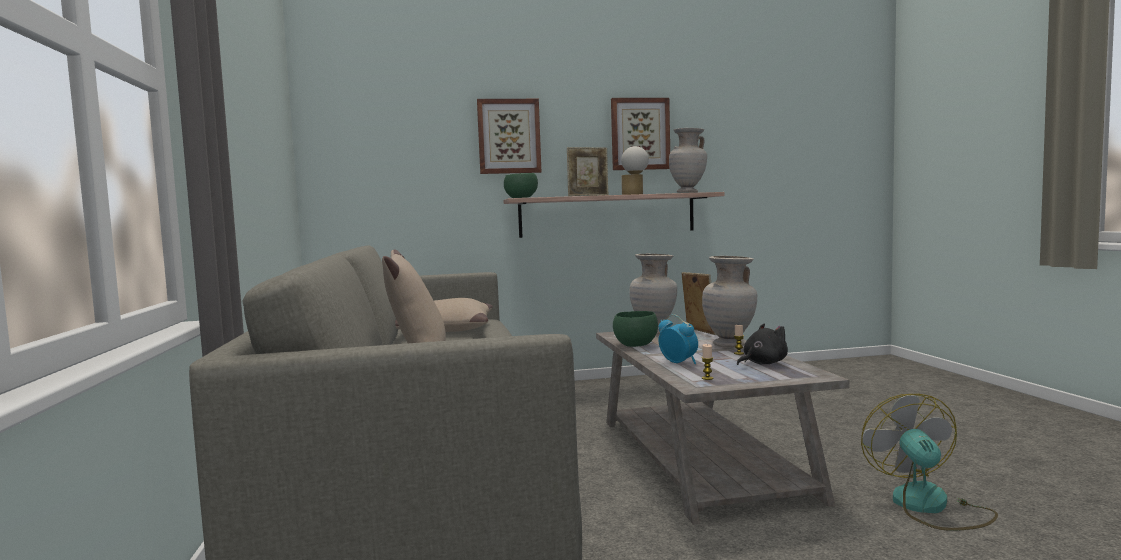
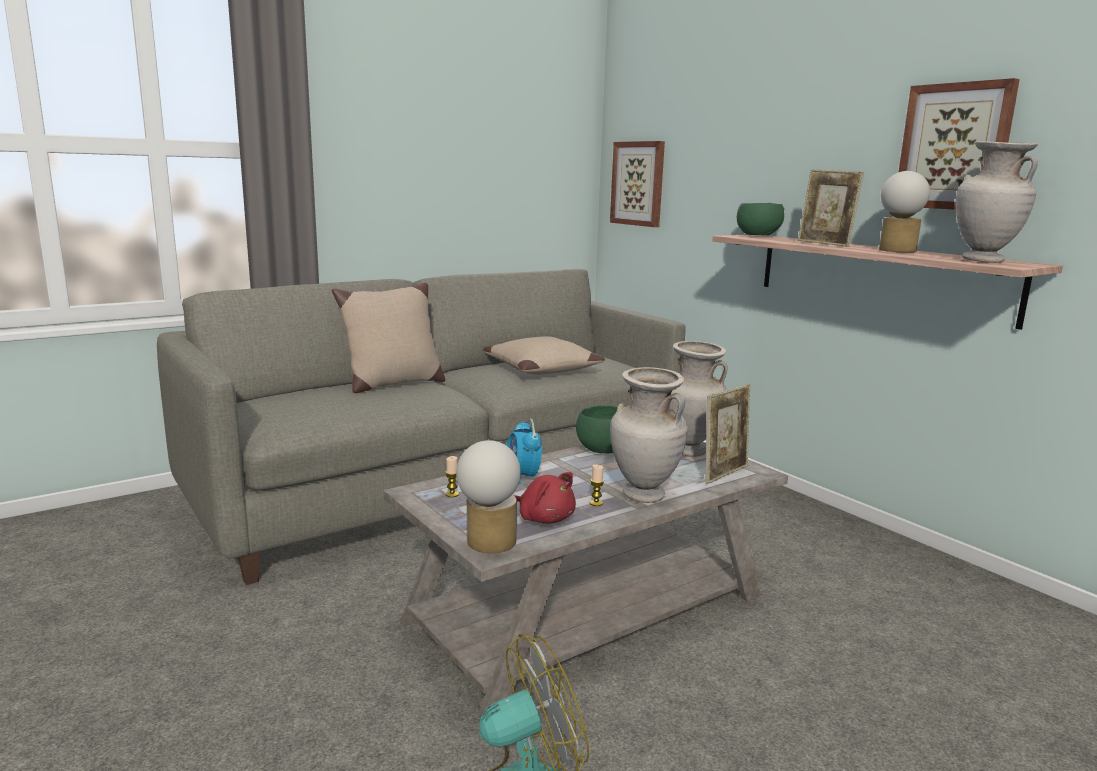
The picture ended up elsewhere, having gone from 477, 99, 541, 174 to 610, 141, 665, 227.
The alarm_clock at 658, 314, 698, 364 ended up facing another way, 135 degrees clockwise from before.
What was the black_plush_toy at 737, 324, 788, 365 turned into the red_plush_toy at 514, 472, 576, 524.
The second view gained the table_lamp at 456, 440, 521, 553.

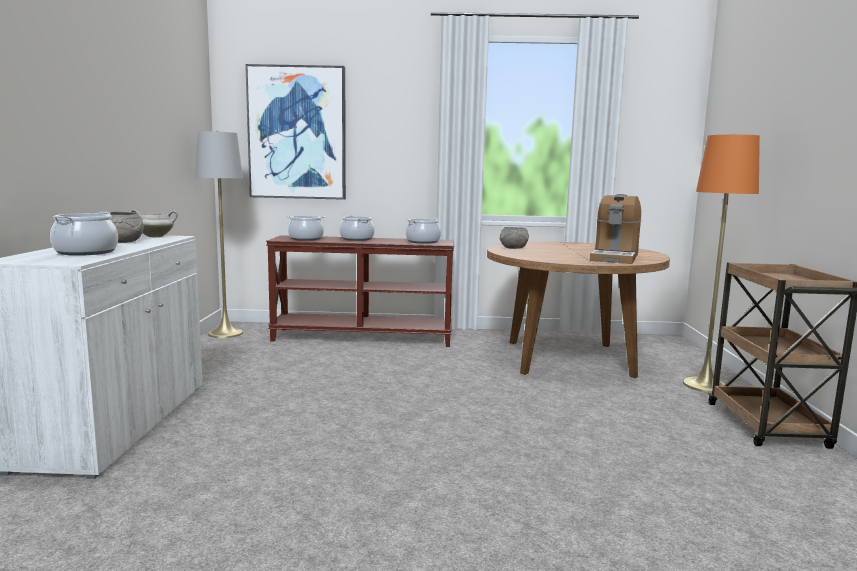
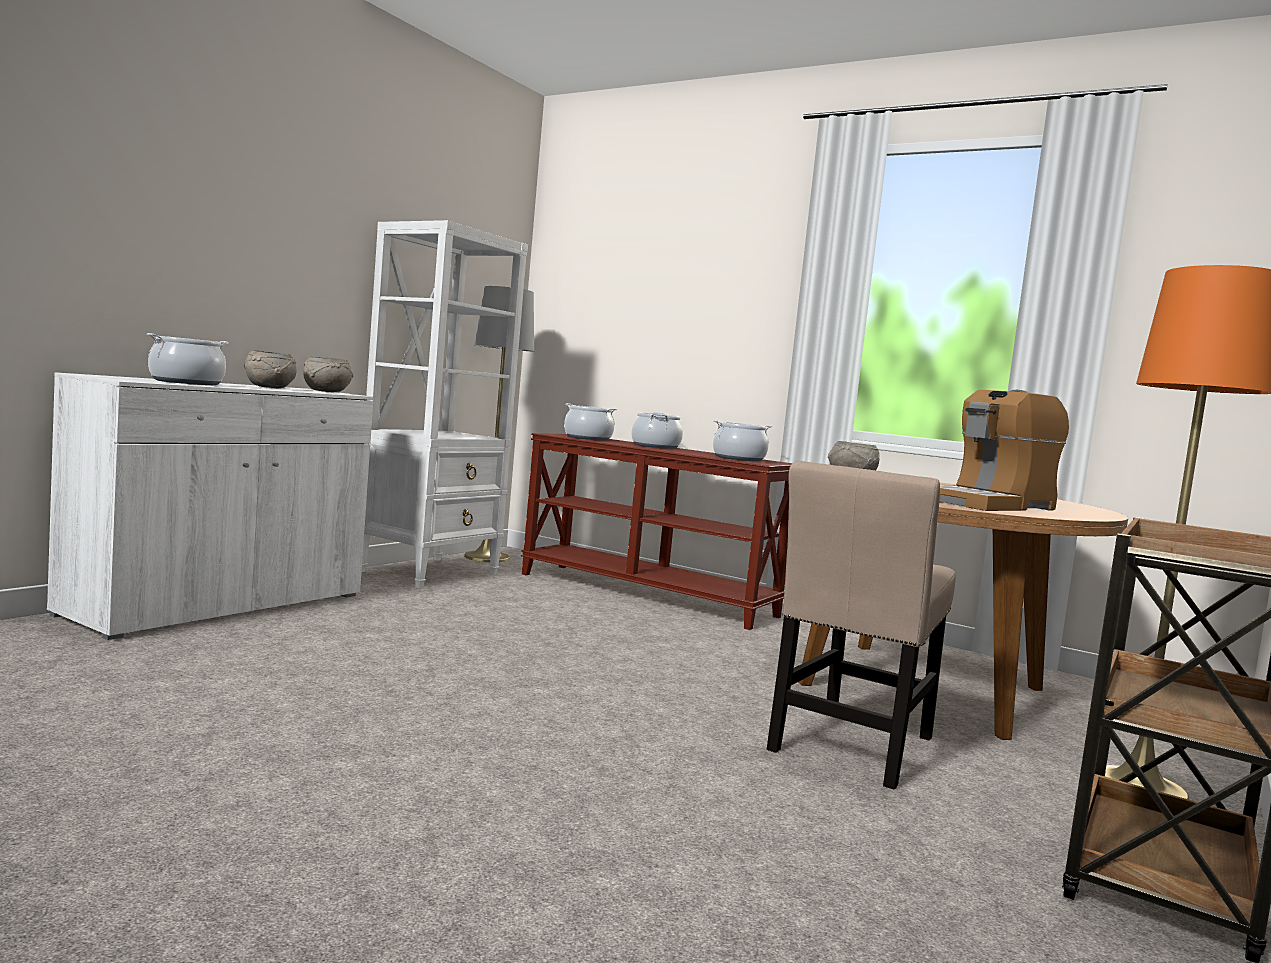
The second view lost the picture at 245, 64, 346, 200.
Where the white_cooking_pot stood at 130, 209, 178, 237, the grey_bowl came to stand at 303, 357, 354, 392.
The second view gained the white_bookcase at 362, 220, 528, 588.
The second view gained the beige_chair at 767, 461, 956, 790.

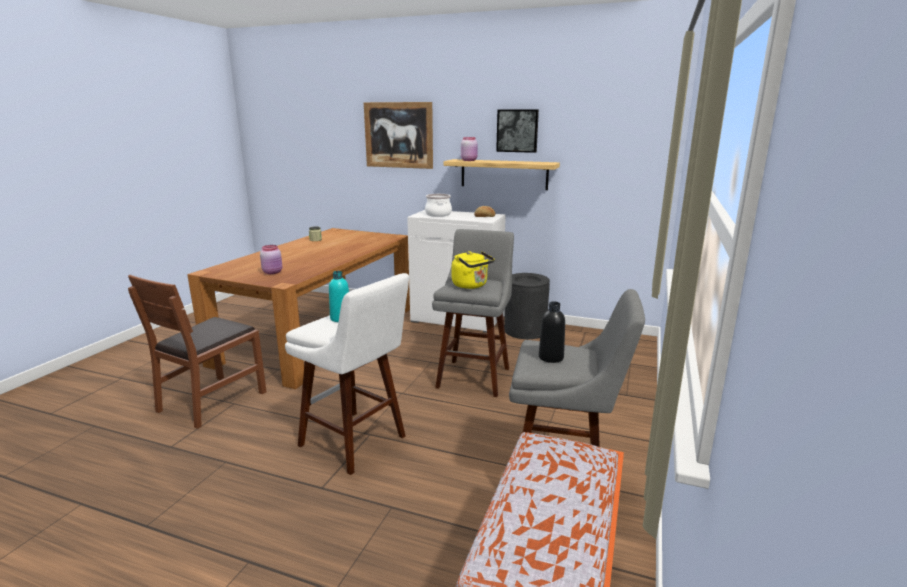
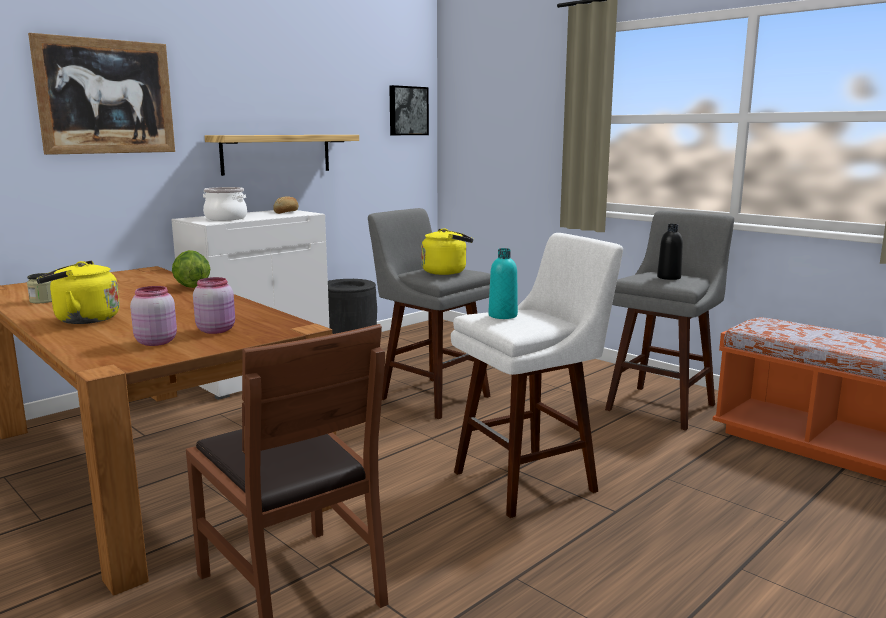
The picture ended up elsewhere, having gone from 496, 110, 539, 153 to 389, 85, 429, 135.
The pink_jar ended up elsewhere, having gone from 461, 137, 478, 161 to 130, 286, 177, 346.
The second view gained the lettuce at 172, 250, 210, 288.
The second view gained the yellow_kettle at 36, 261, 120, 324.

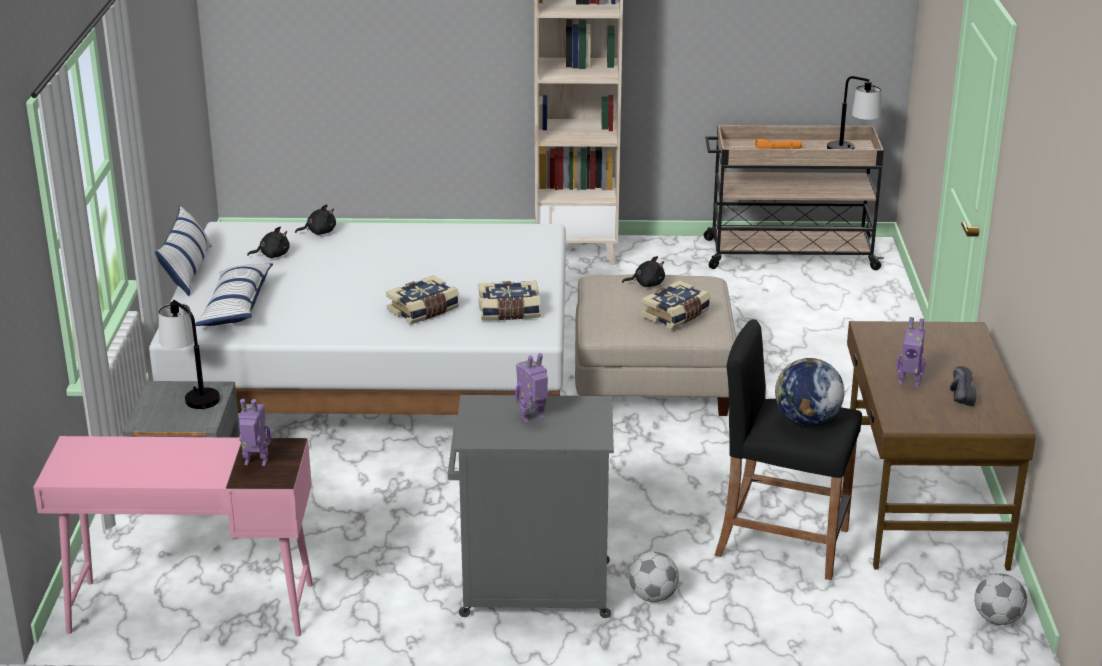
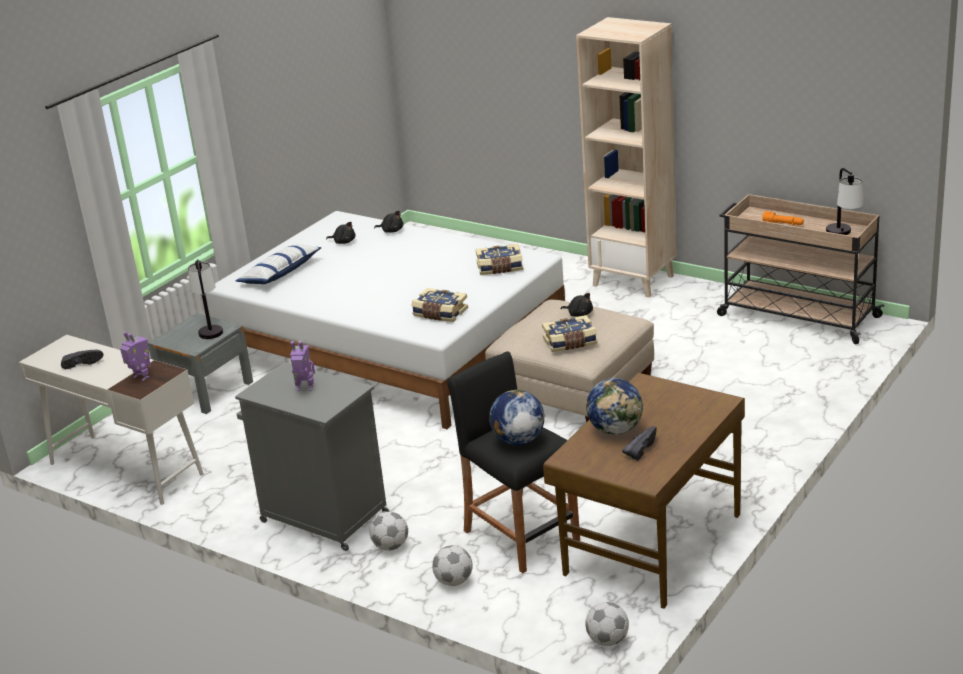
The second view lost the pillow at 155, 205, 212, 296.
The book ended up elsewhere, having gone from 386, 275, 459, 324 to 476, 244, 523, 275.
Where the toy_robot stood at 896, 317, 925, 388, the globe came to stand at 586, 378, 643, 435.
What was the pink_desk at 33, 436, 313, 637 turned into the white_desk at 19, 335, 204, 505.
The second view gained the black_shoe at 61, 350, 103, 369.
The second view gained the football at 432, 545, 473, 586.

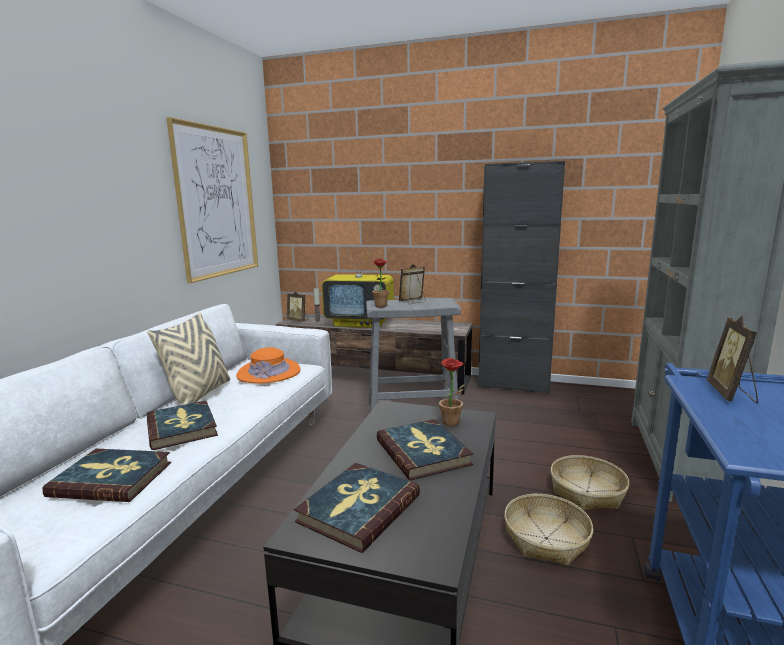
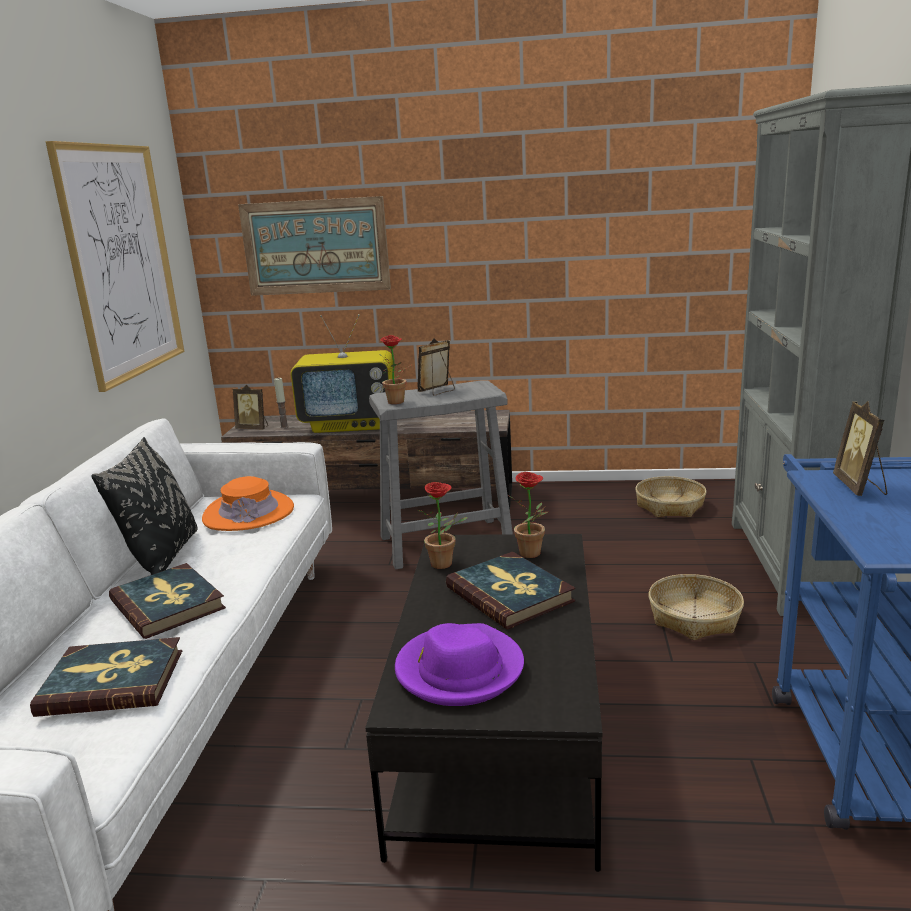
The second view lost the black_cabinet at 478, 161, 565, 394.
What was the beige_pillow at 147, 312, 230, 405 turned into the black_pillow at 91, 437, 198, 575.
Where the book stood at 294, 463, 420, 553, the purple_hat came to stand at 395, 623, 524, 706.
The basket ended up elsewhere, having gone from 504, 494, 593, 566 to 635, 476, 707, 517.
The second view gained the picture at 238, 196, 391, 296.
The second view gained the potted_plant at 418, 482, 468, 569.

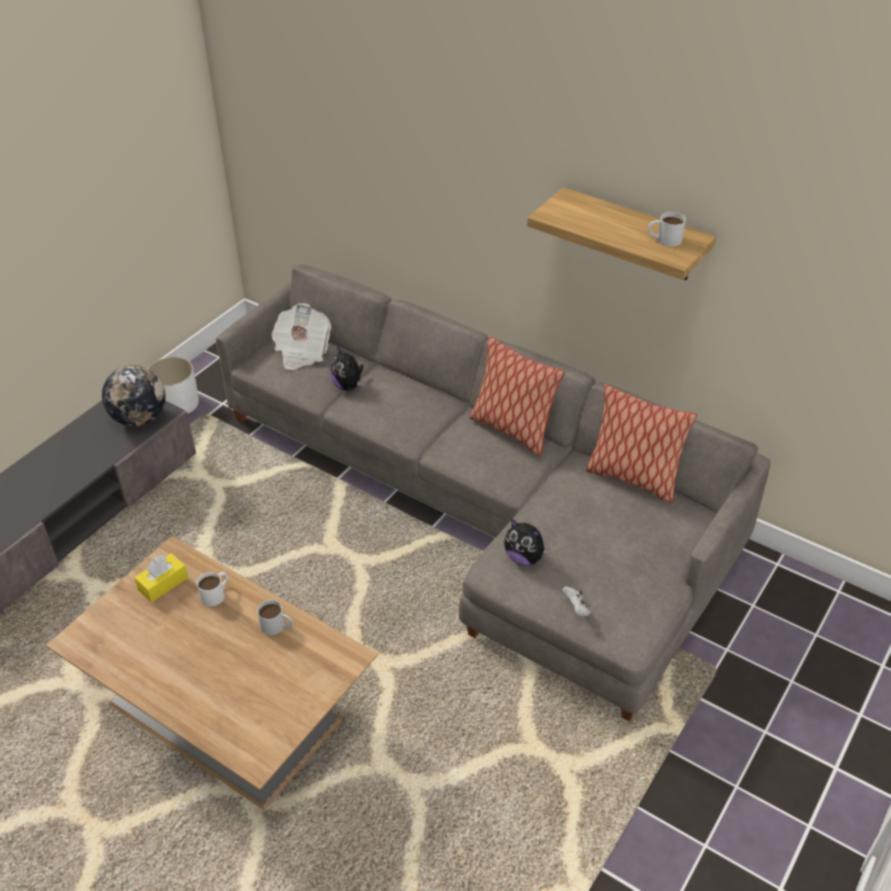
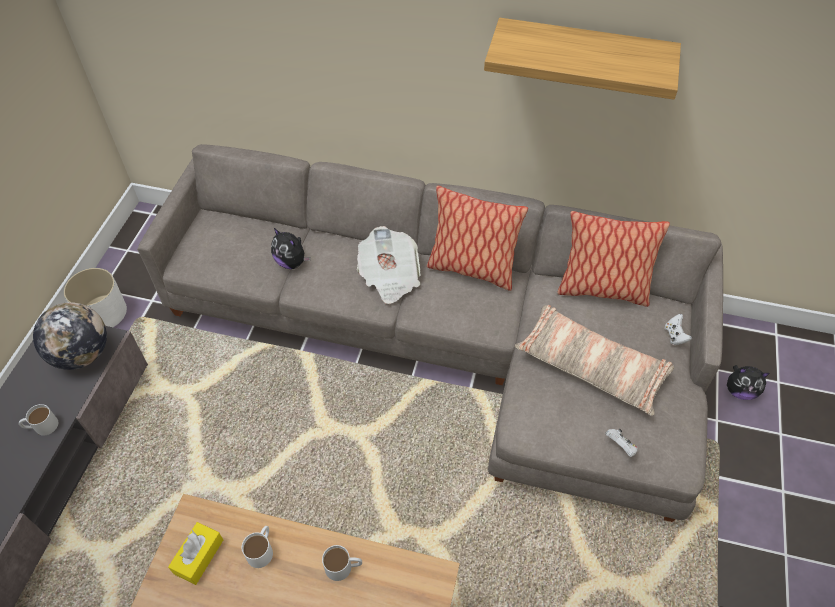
The white_mug ended up elsewhere, having gone from 648, 212, 686, 247 to 19, 404, 58, 436.
The newspaper ended up elsewhere, having gone from 271, 303, 332, 370 to 357, 226, 421, 304.
The plush_toy ended up elsewhere, having gone from 504, 519, 551, 566 to 727, 365, 770, 400.
The second view gained the pillow at 515, 305, 674, 415.
The second view gained the white_game_controller at 665, 314, 692, 345.

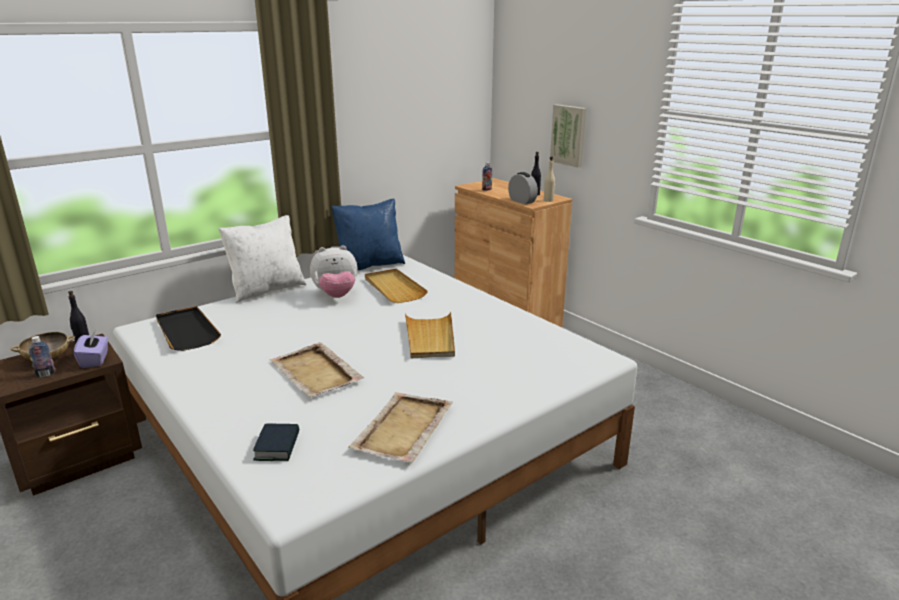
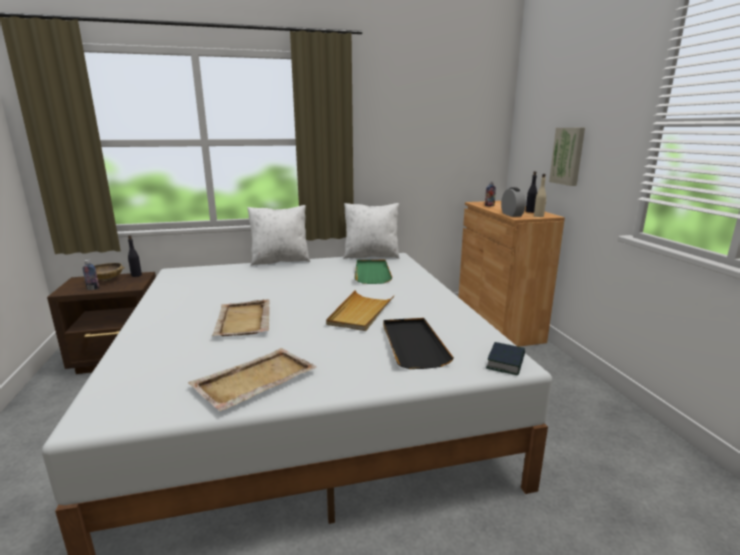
What was the blue_pillow at 331, 199, 405, 270 turned into the white_pillow at 343, 203, 400, 259.
The second view lost the plush_toy at 310, 245, 358, 298.
What was the beige_tray at 365, 269, 428, 303 turned into the green_tray at 354, 260, 392, 284.
The black_tray ended up elsewhere, having gone from 156, 306, 221, 351 to 383, 318, 454, 369.
The second view lost the purple_tissue_box at 74, 331, 108, 368.
The book ended up elsewhere, having gone from 253, 424, 299, 461 to 486, 342, 525, 376.

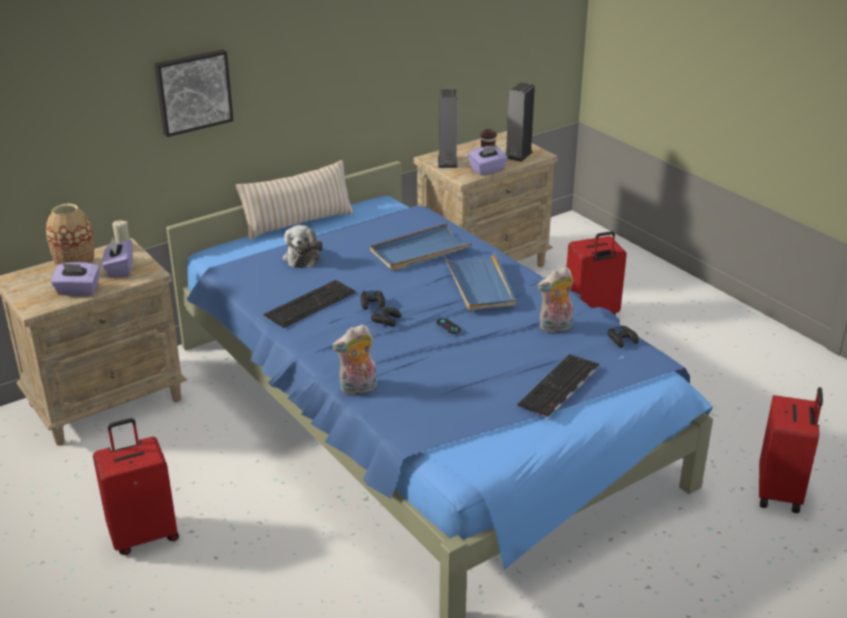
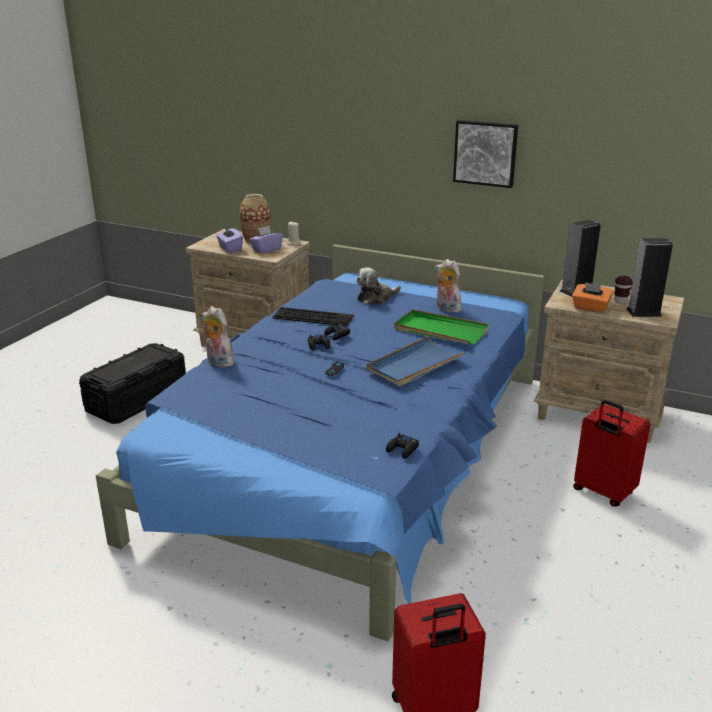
The picture ended up elsewhere, having gone from 154, 49, 233, 137 to 453, 120, 518, 188.
What was the purple_tissue_box at 468, 145, 508, 175 turned into the orange_tissue_box at 572, 282, 613, 313.
The second view lost the beige_pillow at 236, 160, 354, 240.
What was the blue_tray at 370, 223, 472, 271 turned into the green_tray at 394, 309, 489, 344.
The plush_toy ended up elsewhere, having gone from 537, 267, 573, 333 to 435, 259, 461, 313.
The second view lost the keyboard at 517, 354, 599, 417.
Where the red_suitcase stood at 93, 418, 179, 555, the black_storage_box came to stand at 79, 343, 186, 424.

